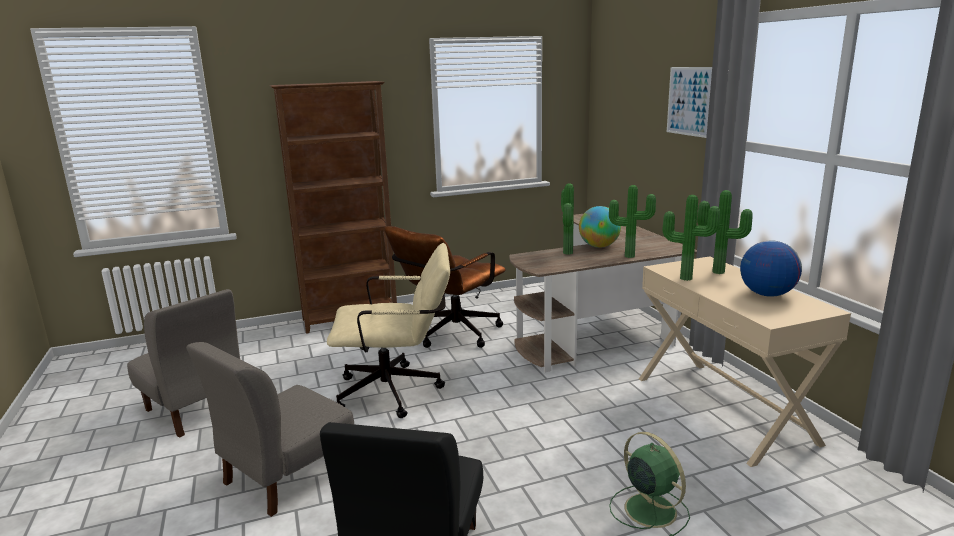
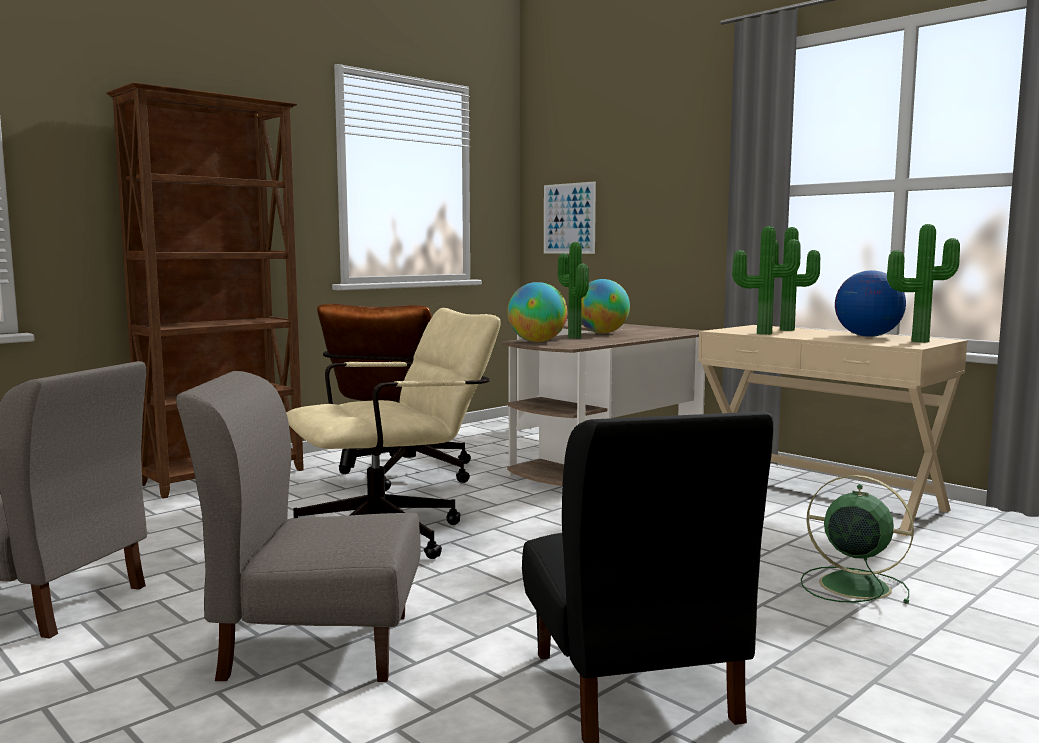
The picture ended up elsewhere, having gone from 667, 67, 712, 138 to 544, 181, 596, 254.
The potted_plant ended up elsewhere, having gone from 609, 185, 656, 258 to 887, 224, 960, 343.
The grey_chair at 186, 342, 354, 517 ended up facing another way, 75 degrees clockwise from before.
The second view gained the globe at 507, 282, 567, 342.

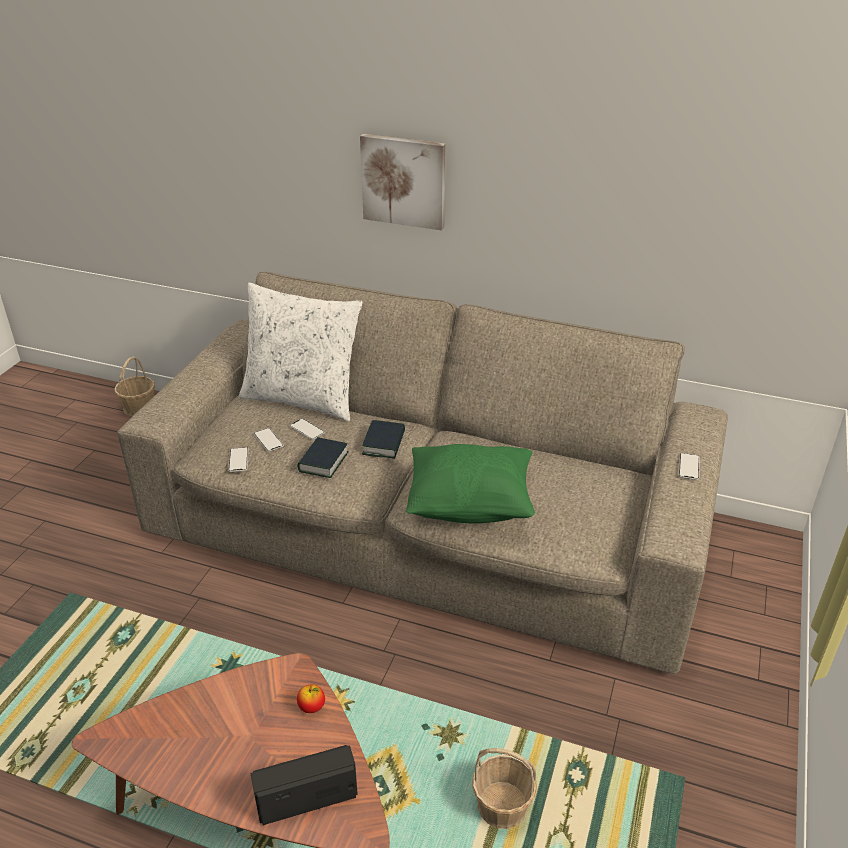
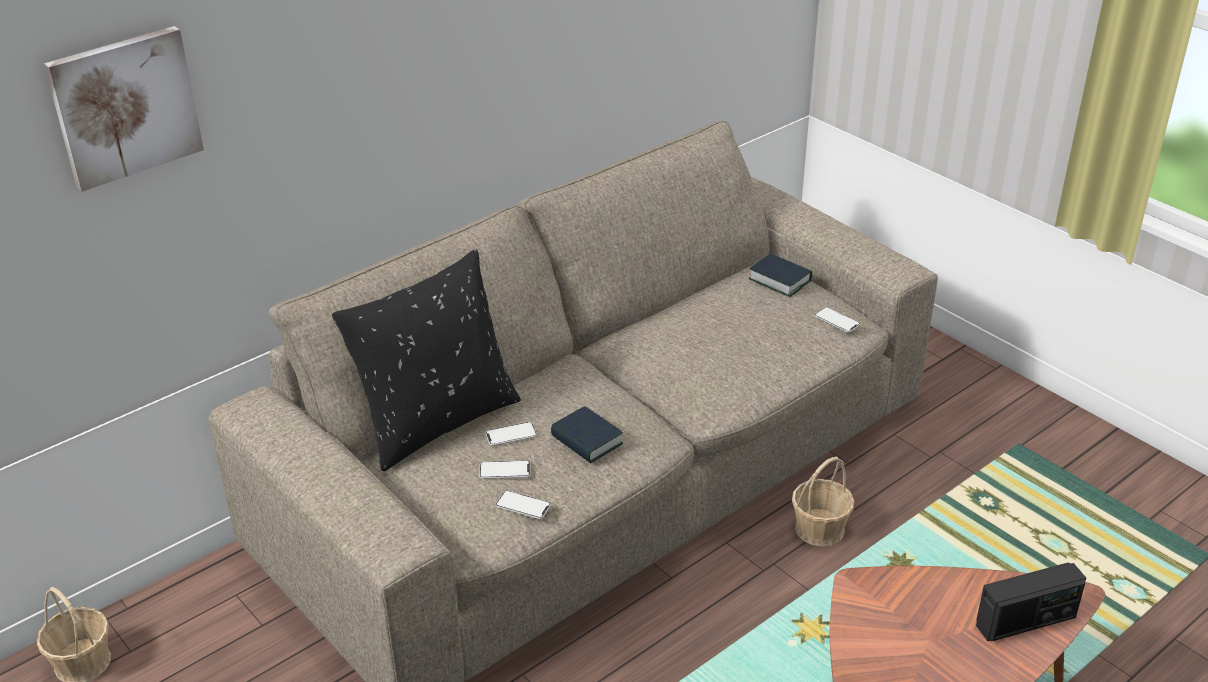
The picture ended up elsewhere, having gone from 360, 134, 446, 231 to 44, 26, 204, 192.
What was the white_pillow at 239, 283, 362, 422 turned into the black_pillow at 332, 249, 521, 471.
The book ended up elsewhere, having gone from 362, 420, 405, 459 to 749, 253, 812, 297.
The second view lost the green_pillow at 406, 444, 535, 523.
The phone ended up elsewhere, having gone from 678, 453, 700, 480 to 814, 307, 861, 333.
The second view lost the apple at 297, 684, 325, 713.
The radio at 251, 745, 357, 825 ended up facing another way, 120 degrees counterclockwise from before.
The basket ended up elsewhere, having gone from 472, 748, 537, 829 to 792, 457, 854, 547.

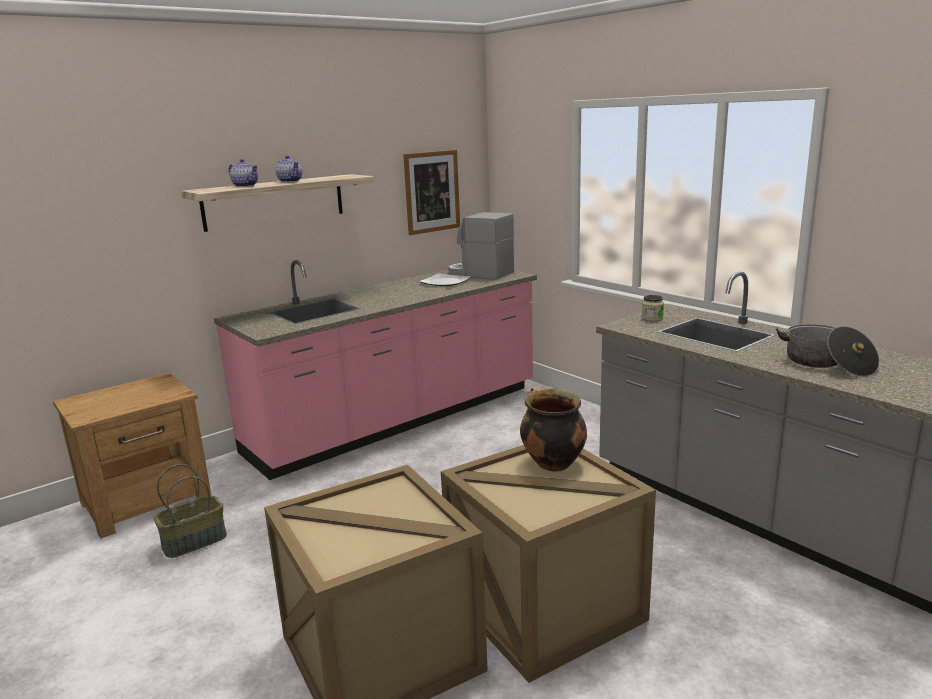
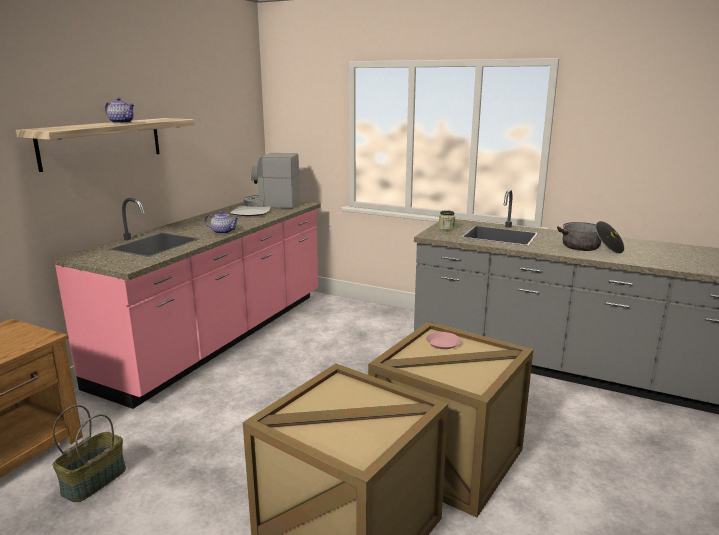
The second view lost the picture at 403, 150, 460, 235.
The teapot ended up elsewhere, having gone from 229, 159, 258, 187 to 205, 211, 239, 234.
Where the cooking_pot stood at 520, 387, 587, 472, the pink_plate came to stand at 426, 332, 461, 349.

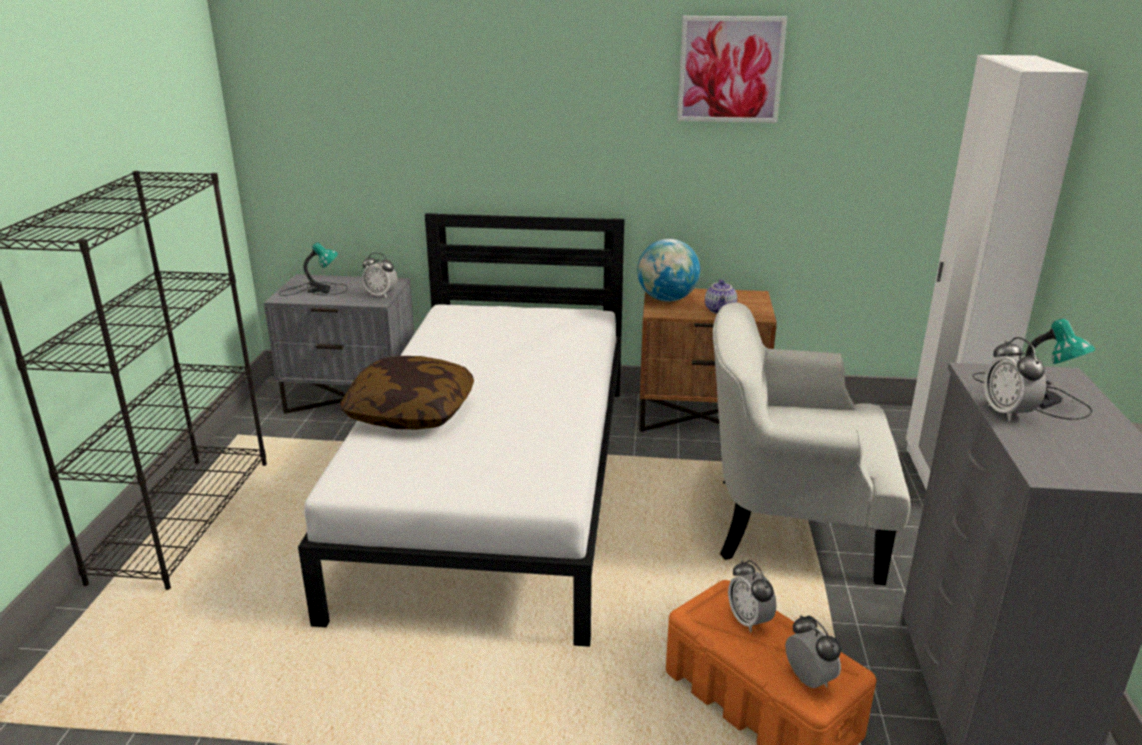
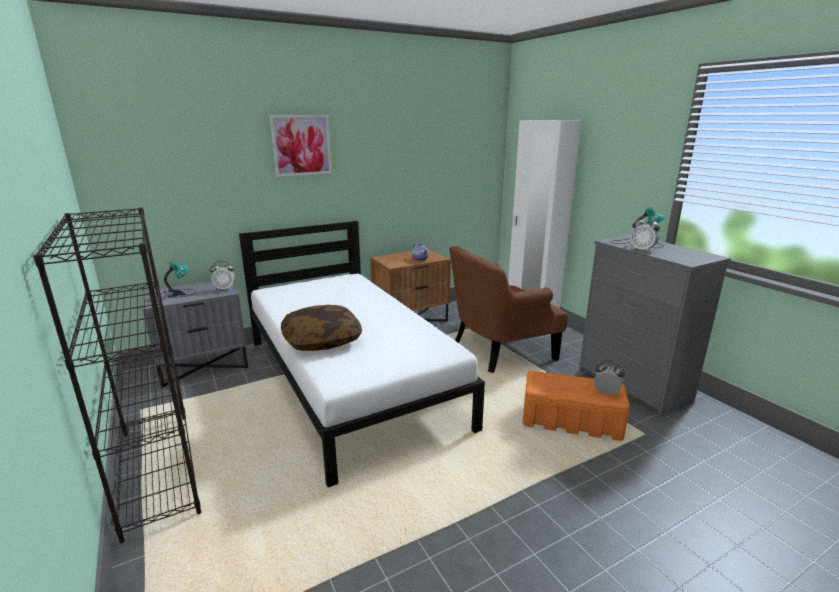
The picture ended up elsewhere, having gone from 677, 16, 787, 123 to 269, 115, 332, 177.
The second view lost the globe at 637, 239, 700, 302.
What was the white_armchair at 713, 303, 911, 585 turned into the brown_armchair at 449, 246, 568, 373.
The second view lost the alarm_clock at 728, 560, 776, 632.

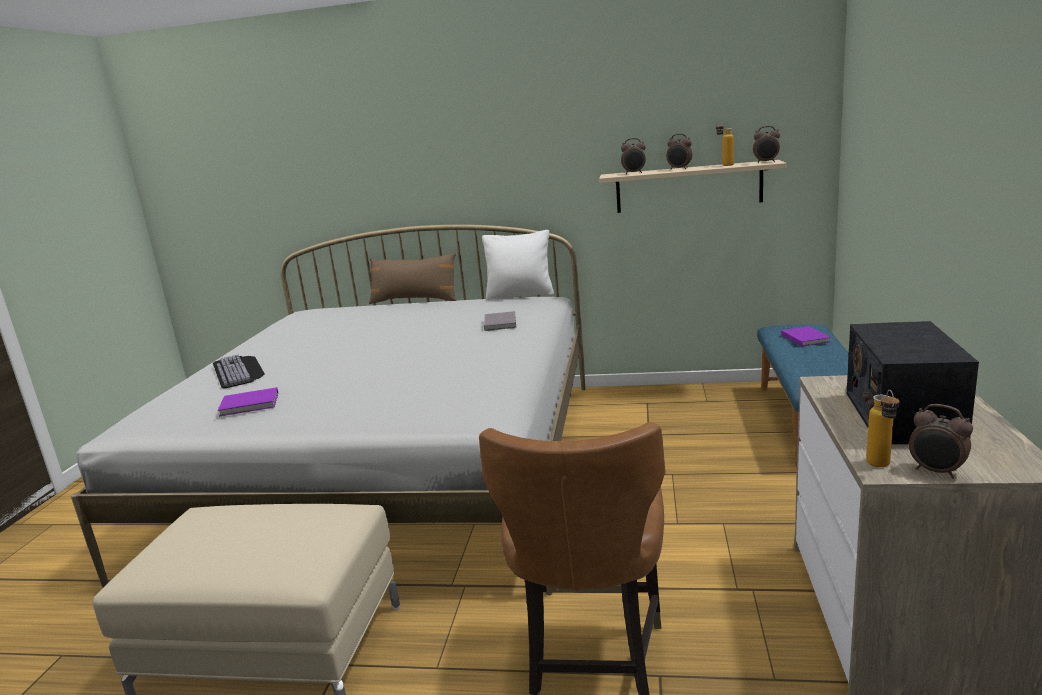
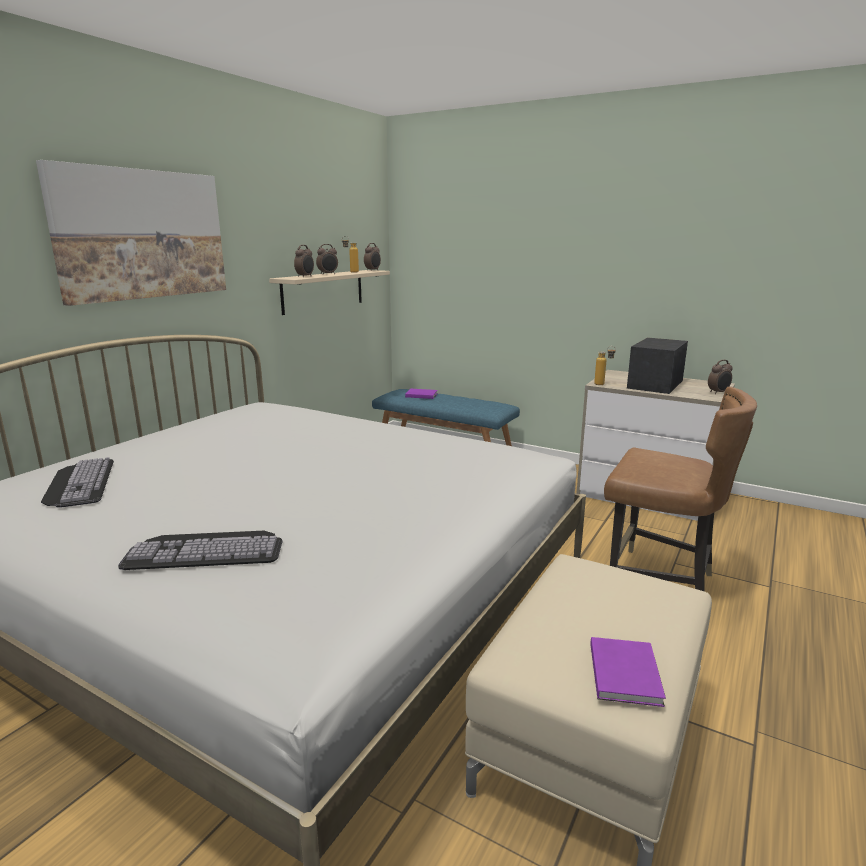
The second view lost the white_pillow at 482, 230, 554, 300.
The second view lost the brown_pillow at 369, 253, 457, 304.
The second view lost the grey_book at 484, 311, 516, 331.
The radio at 847, 321, 979, 444 ended up facing another way, 90 degrees clockwise from before.
The purple_book ended up elsewhere, having gone from 218, 387, 278, 416 to 590, 637, 666, 707.
The bottle ended up elsewhere, having gone from 866, 390, 900, 467 to 594, 346, 616, 385.
The second view gained the picture at 36, 160, 226, 306.
The second view gained the keyboard at 41, 457, 114, 508.

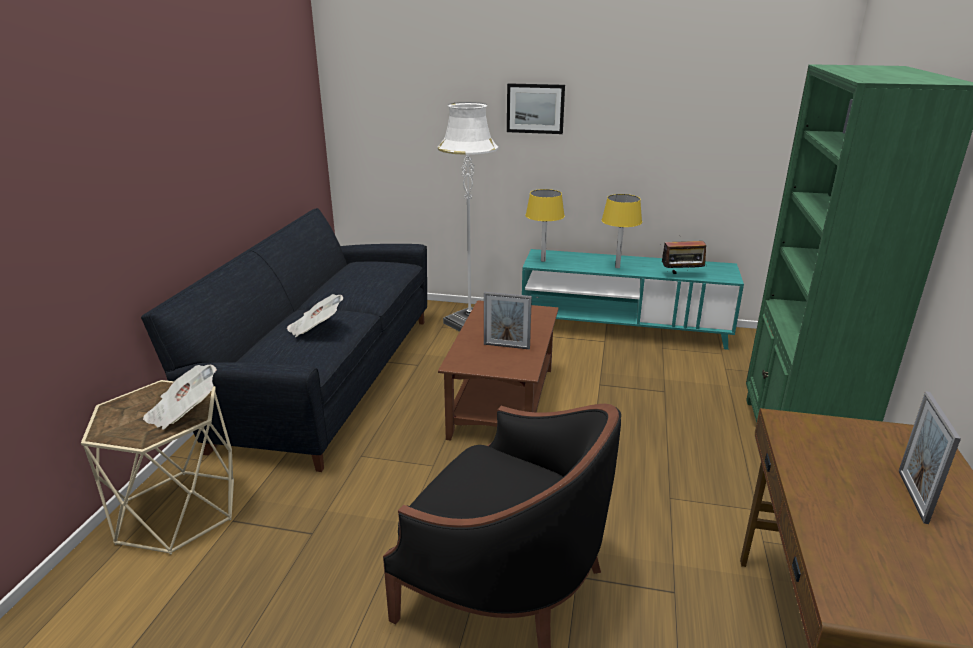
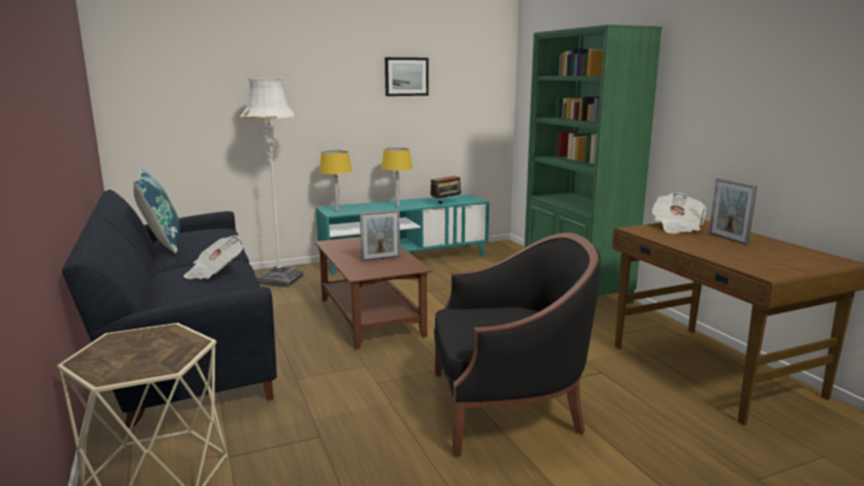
The picture ended up elsewhere, having gone from 507, 83, 565, 134 to 385, 57, 429, 96.
The newspaper ended up elsewhere, having gone from 143, 365, 217, 429 to 651, 192, 707, 234.
The second view gained the blue_pillow at 133, 169, 180, 254.

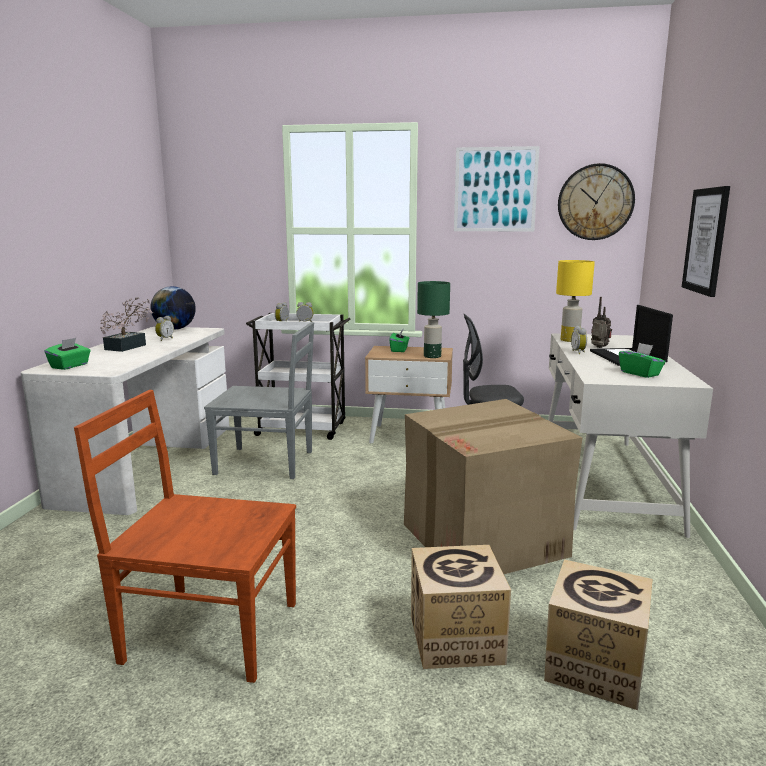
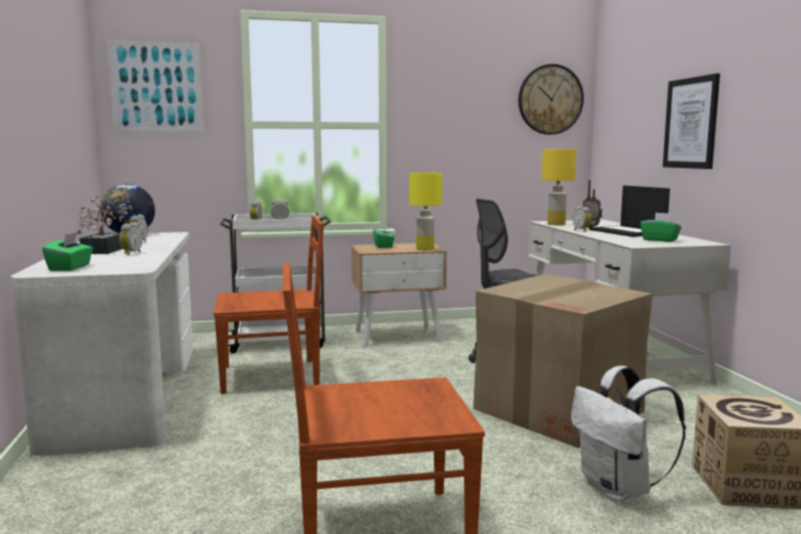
The picture ended up elsewhere, having gone from 454, 146, 540, 231 to 107, 40, 204, 131.
What was the green_table_lamp at 417, 281, 450, 358 turned into the yellow_table_lamp at 409, 173, 442, 250.
What was the grey_chair at 204, 322, 314, 479 turned into the brown_chair at 214, 215, 324, 394.
Where the cardboard_box stood at 411, 545, 511, 669, the white_backpack came to stand at 571, 366, 686, 502.
The second view gained the alarm_clock at 119, 222, 143, 256.

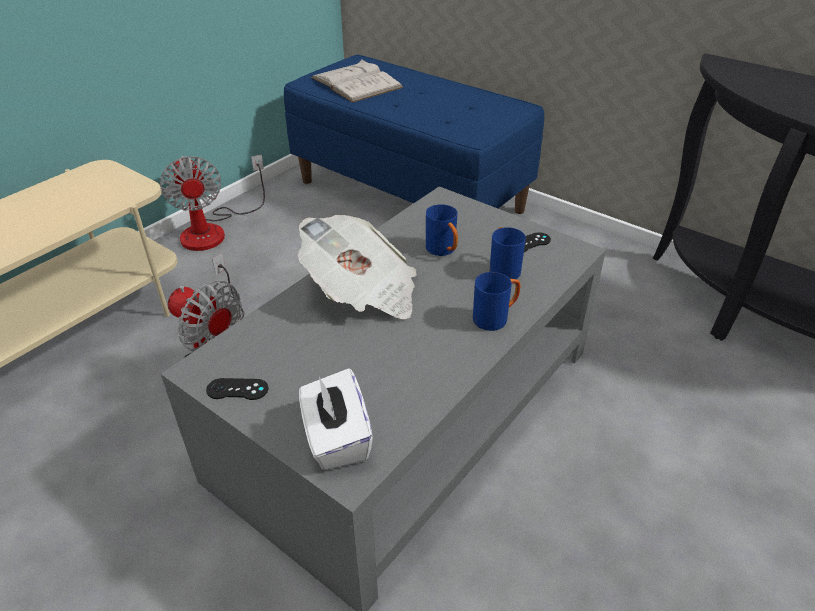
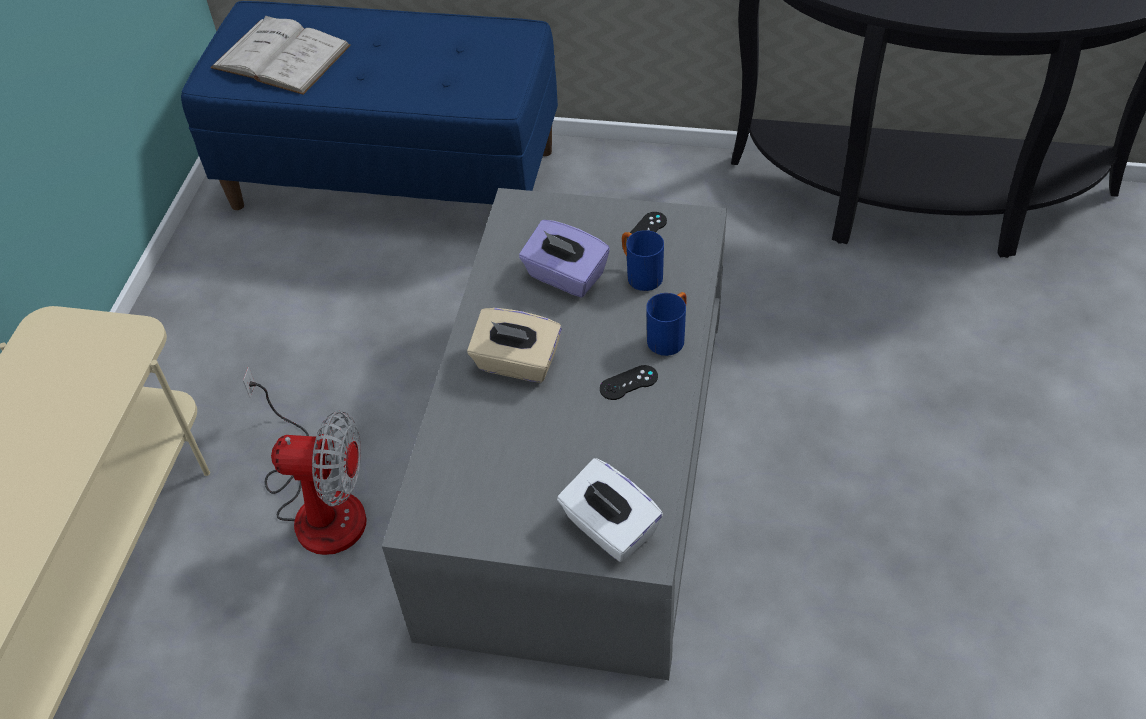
The second view lost the fan at 160, 155, 265, 251.
Where the blue_mug stood at 426, 204, 458, 256, the purple_tissue_box came to stand at 519, 220, 610, 297.
Where the newspaper stood at 297, 215, 417, 319, the beige_tissue_box came to stand at 467, 308, 562, 383.
The black_game_controller ended up elsewhere, having gone from 206, 378, 269, 400 to 600, 365, 658, 400.

